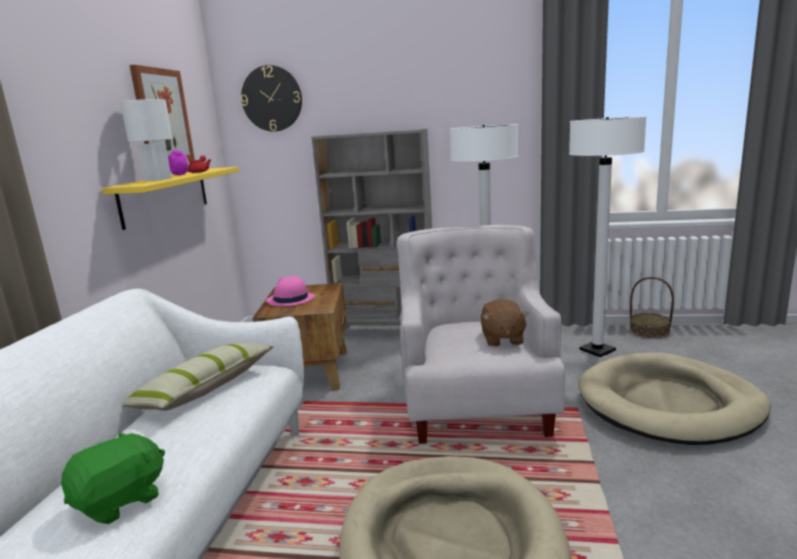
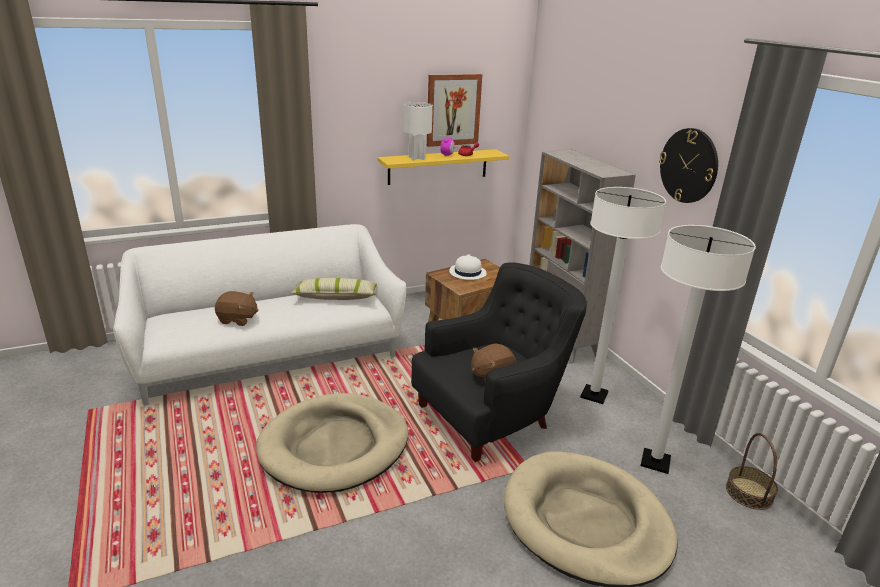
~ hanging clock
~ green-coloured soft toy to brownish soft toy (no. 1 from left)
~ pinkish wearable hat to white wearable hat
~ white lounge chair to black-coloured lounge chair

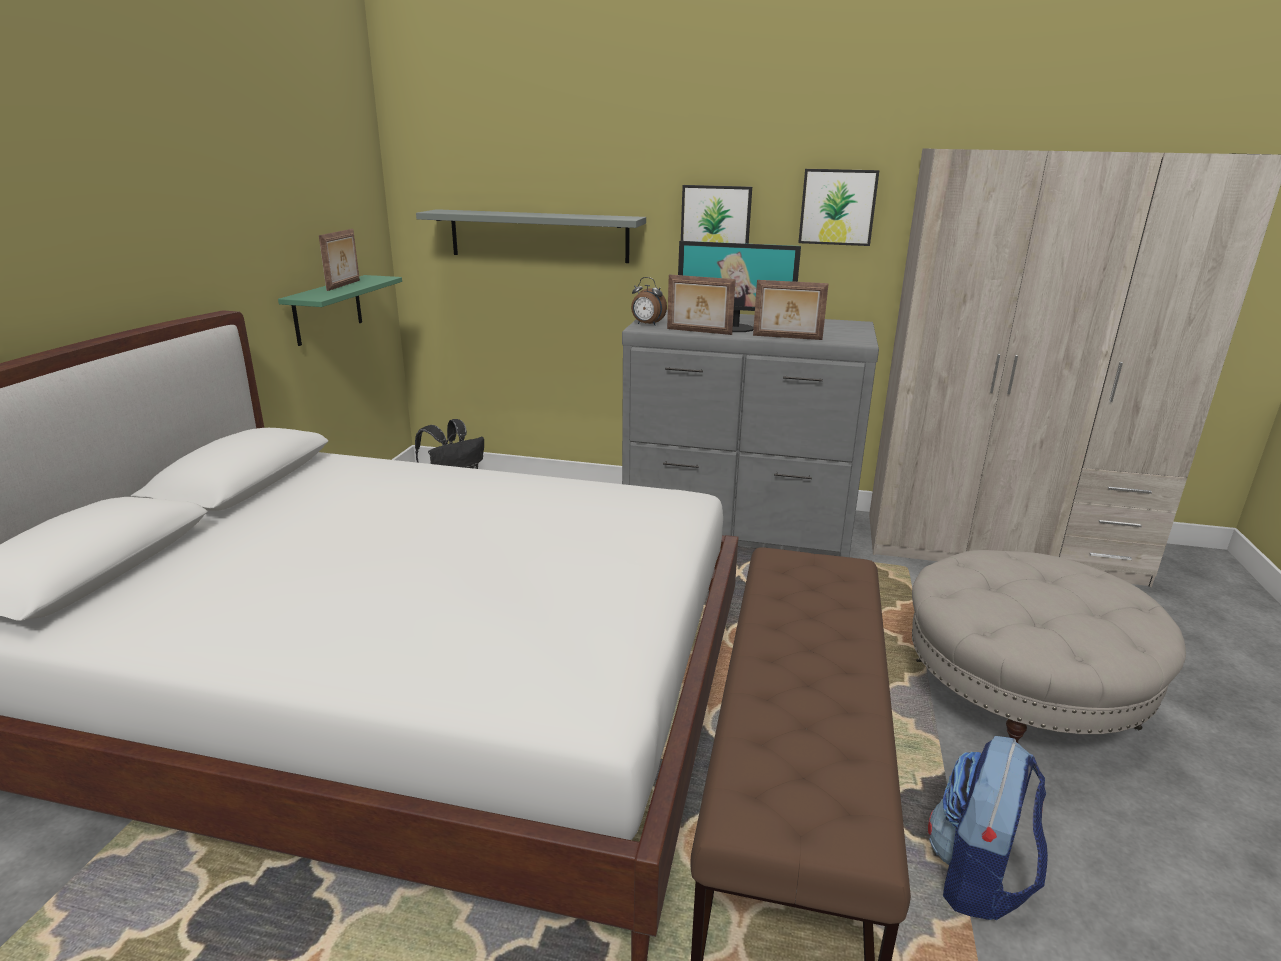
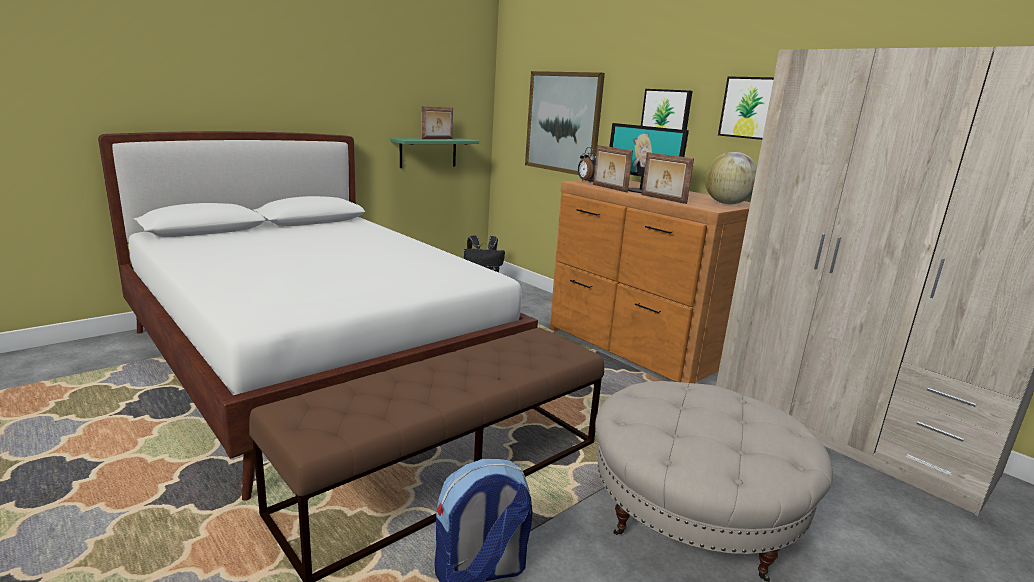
+ desk globe
~ grey bracket shelf to wall art (no. 1 from left)
~ grey drawer chest to brownish drawer chest

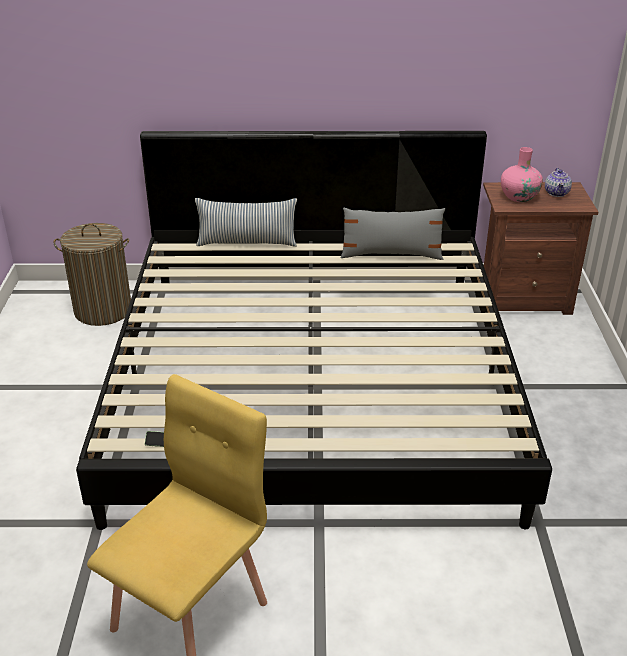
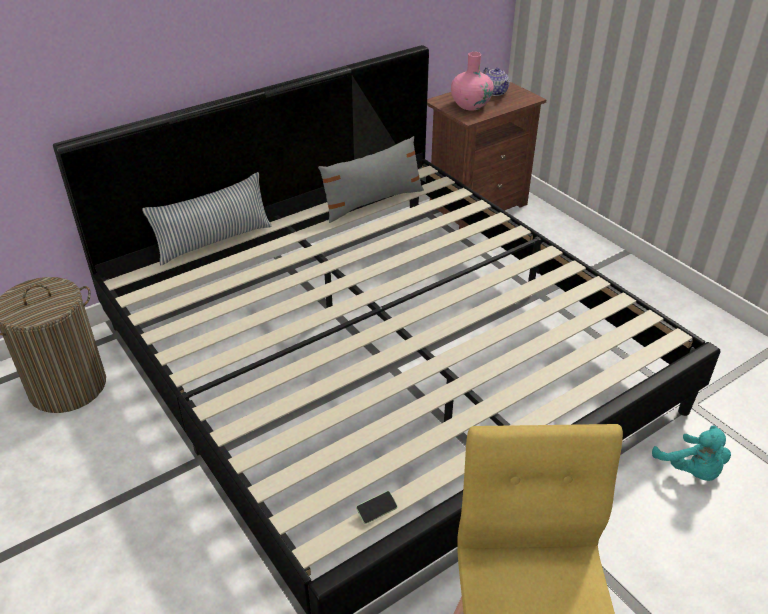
+ turquoise-coloured soft toy

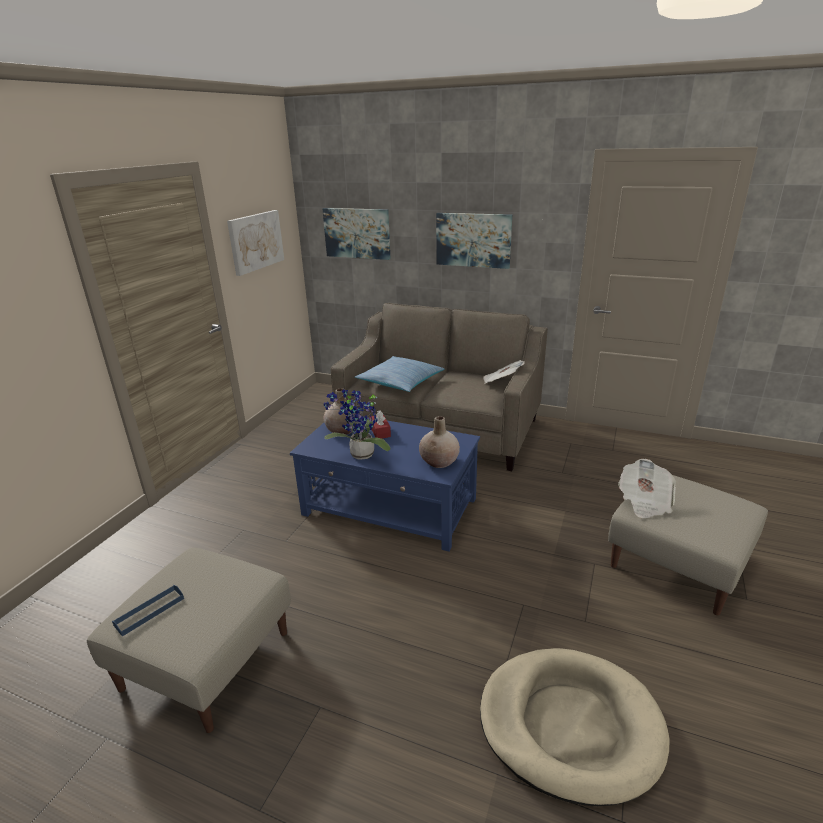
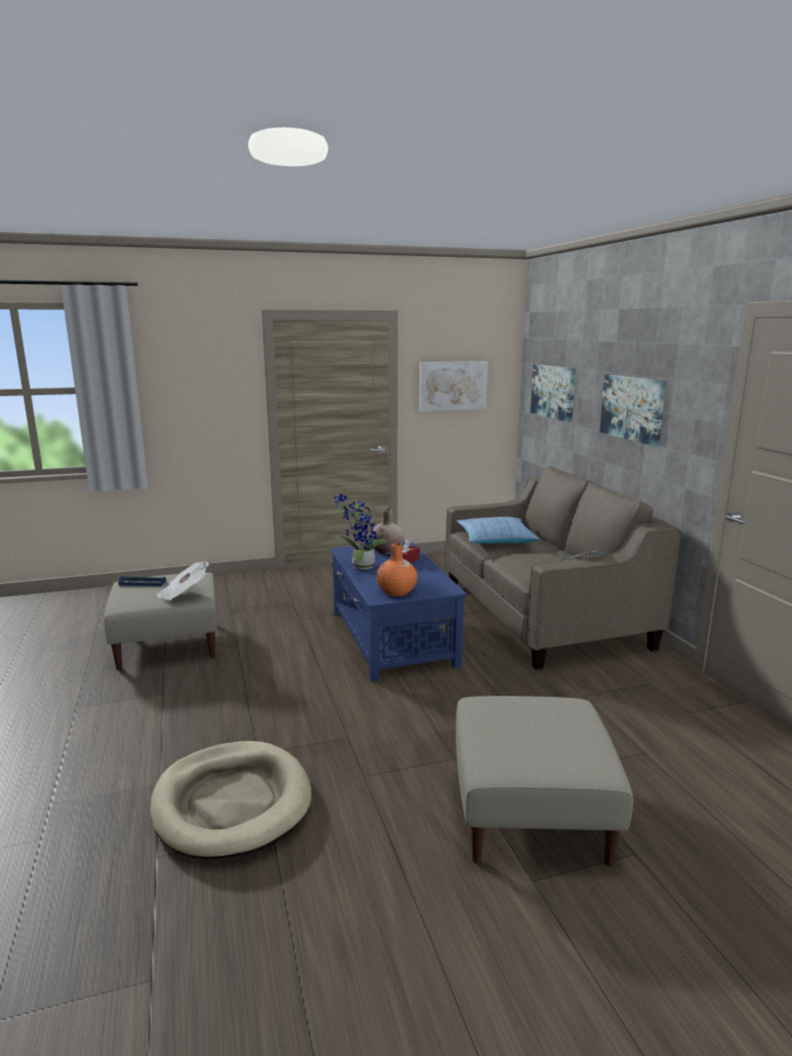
~ newspaper (no. 2 from left in the first image) to newspaper (no. 1 from left)
~ beige-coloured decorative vase (no. 2 from left) to orange decorative vase

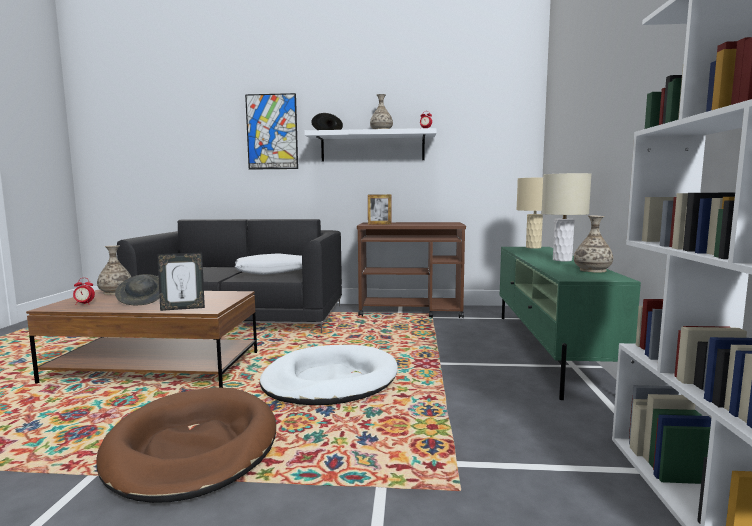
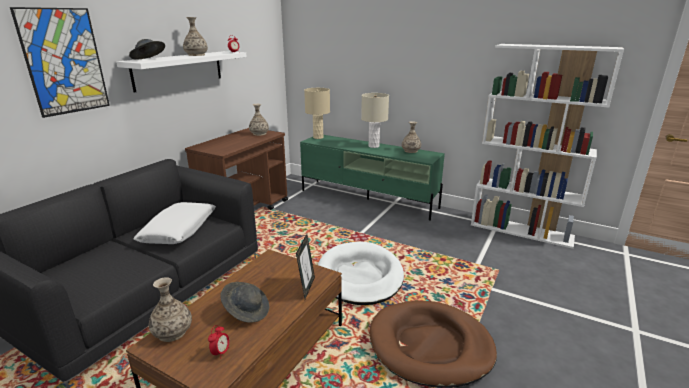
- standing frame (no. 2 from left)
+ decorative vase (no. 3 from left)

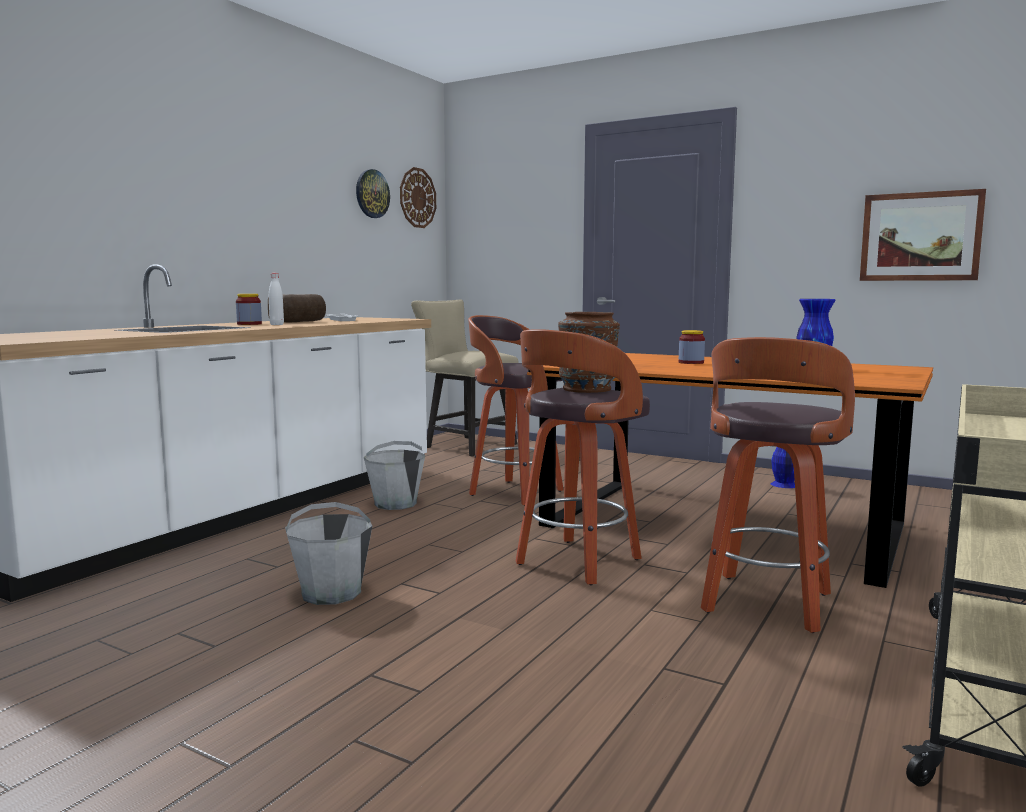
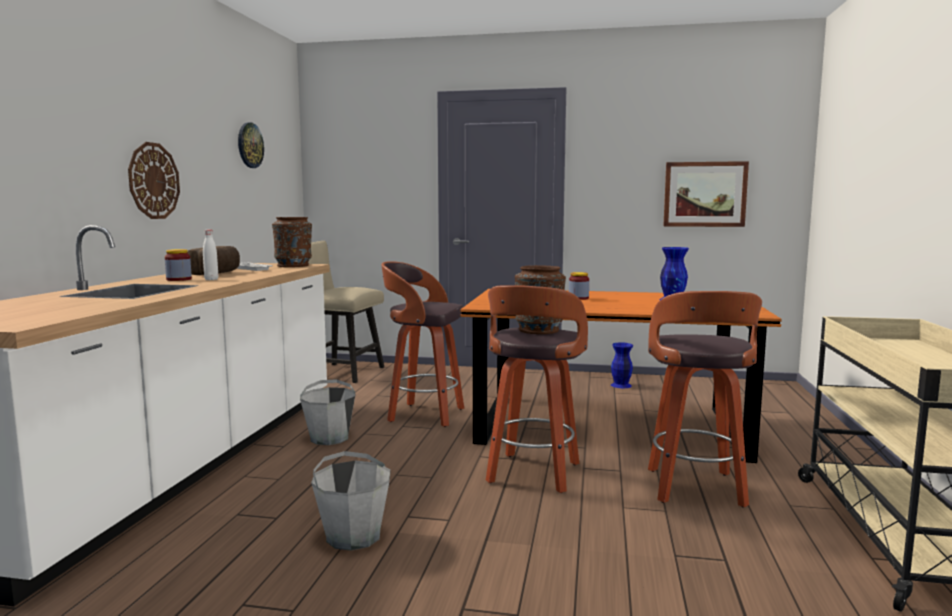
+ brownish decorative vase (no. 1 from left)
~ hanging clock (no. 2 from left in the first image) to hanging clock (no. 1 from left)

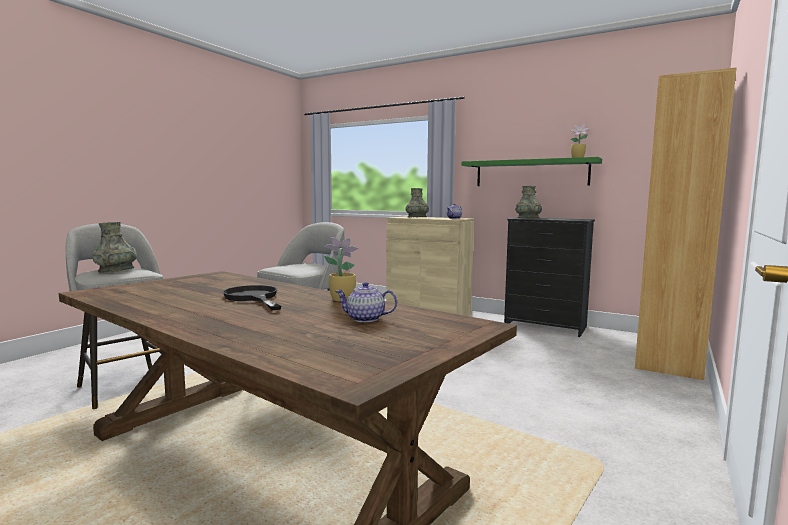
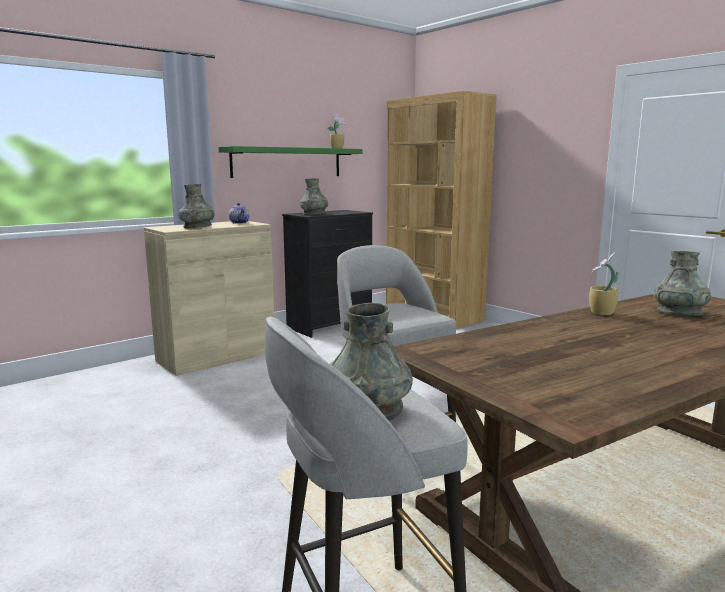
- black-coloured pan
~ teapot (no. 1 from left) to grey decorative vase (no. 4 from left)

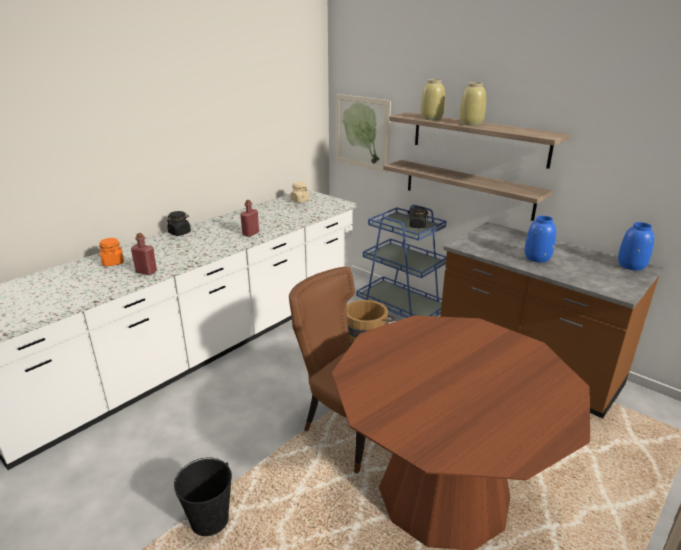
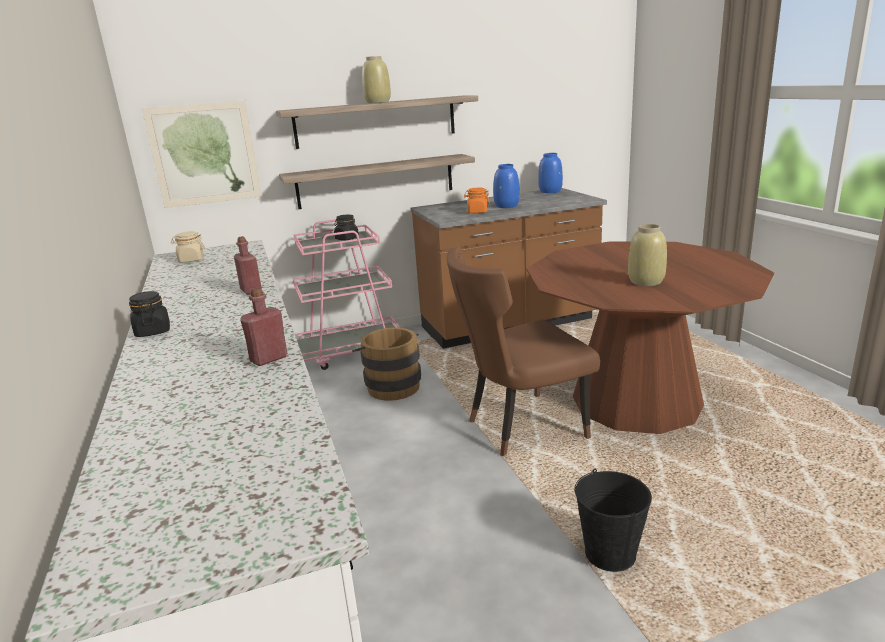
~ orange storage jar
~ beige-coloured decorative vase (no. 1 from left in the first image) to beige-coloured decorative vase (no. 2 from left)
~ blue cart to pinkish cart

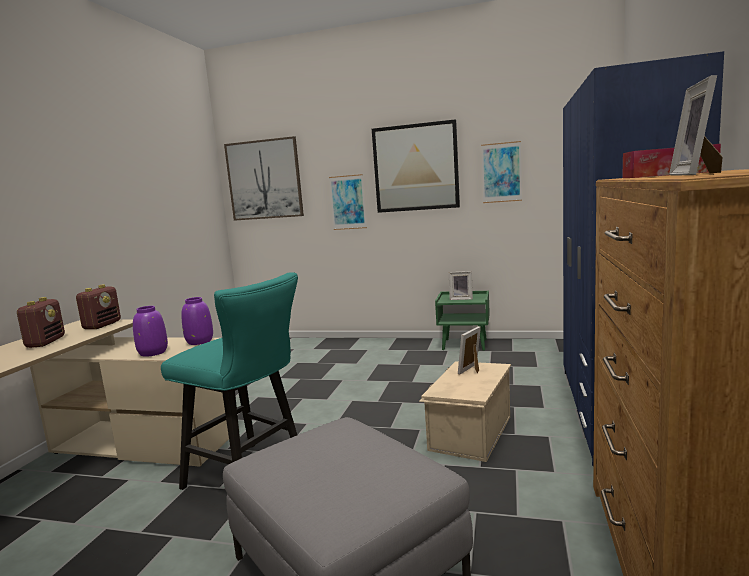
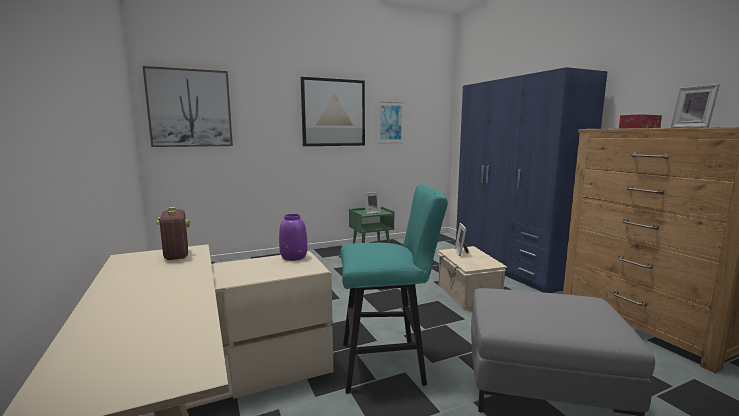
- radio set (no. 1 from left)
- purplish decorative vase (no. 1 from left)
- wall art (no. 2 from left)

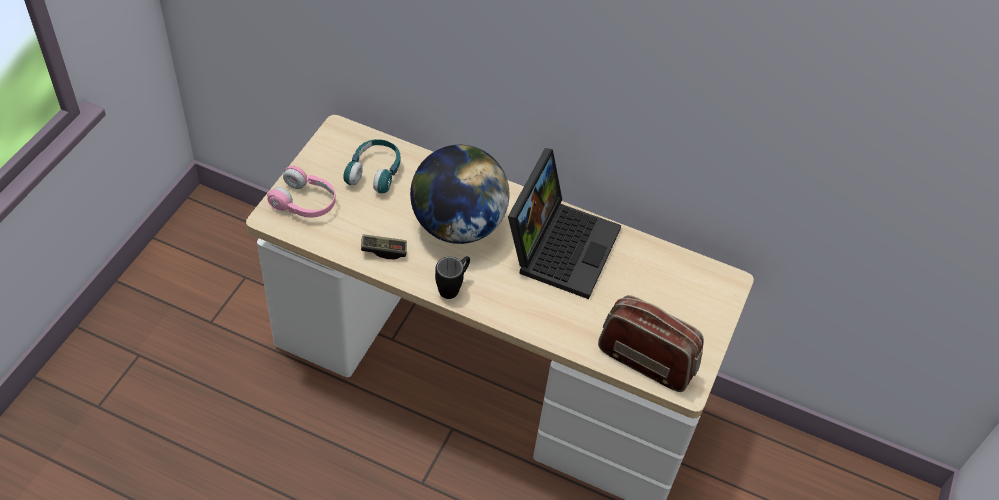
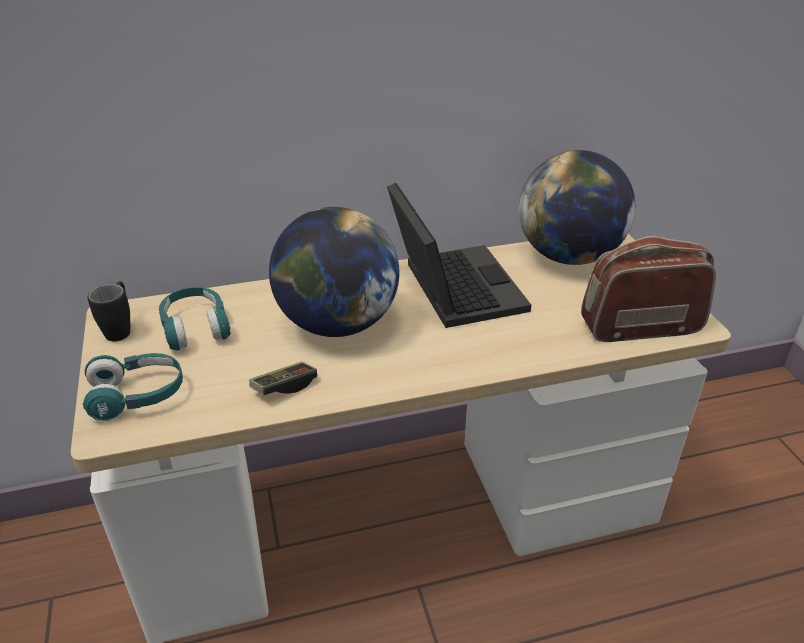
+ desk globe (no. 2 from left)
~ black-coloured coffee mug
~ pinkish headset to turquoise-coloured headset (no. 1 from left)

